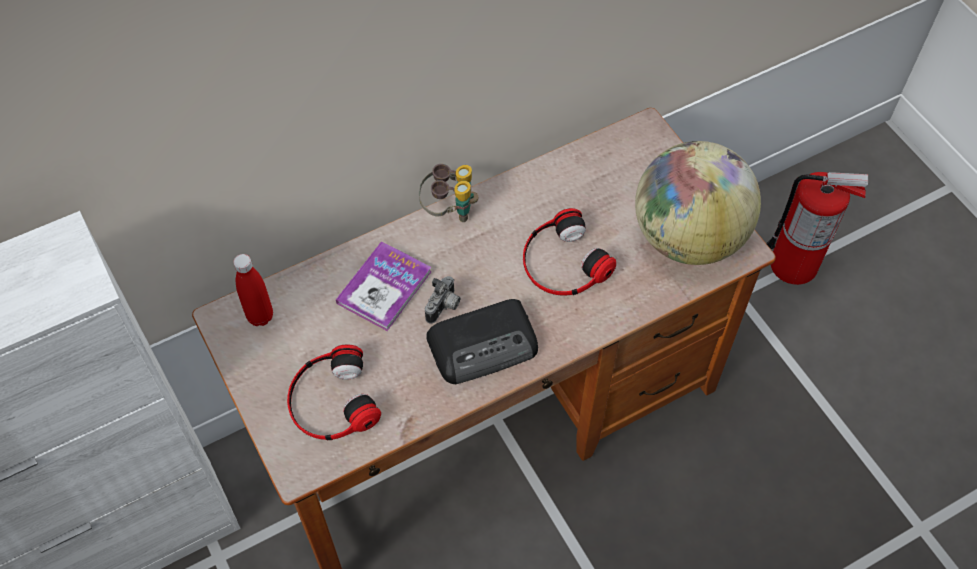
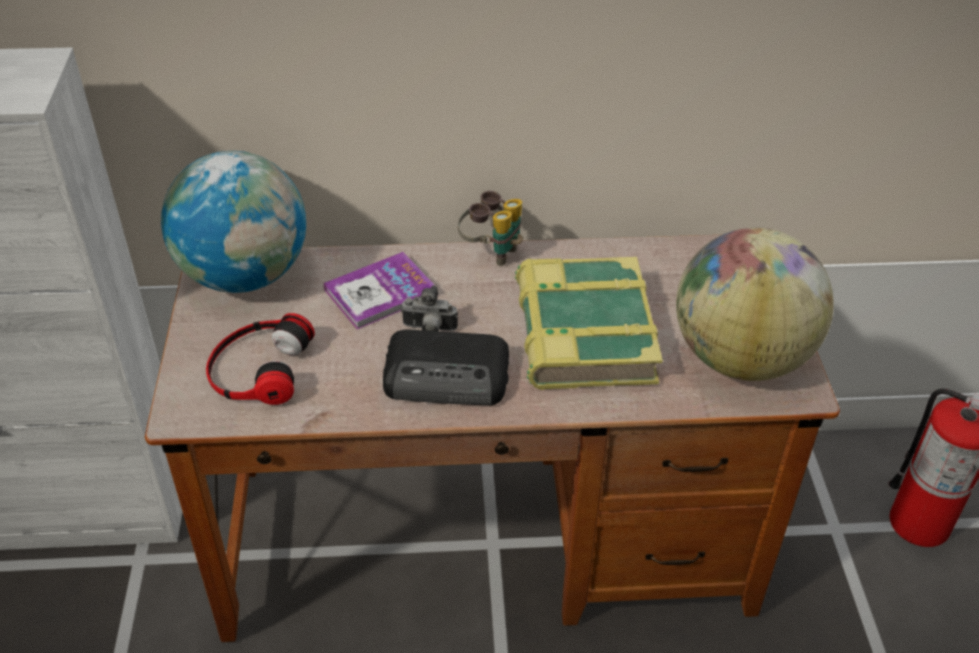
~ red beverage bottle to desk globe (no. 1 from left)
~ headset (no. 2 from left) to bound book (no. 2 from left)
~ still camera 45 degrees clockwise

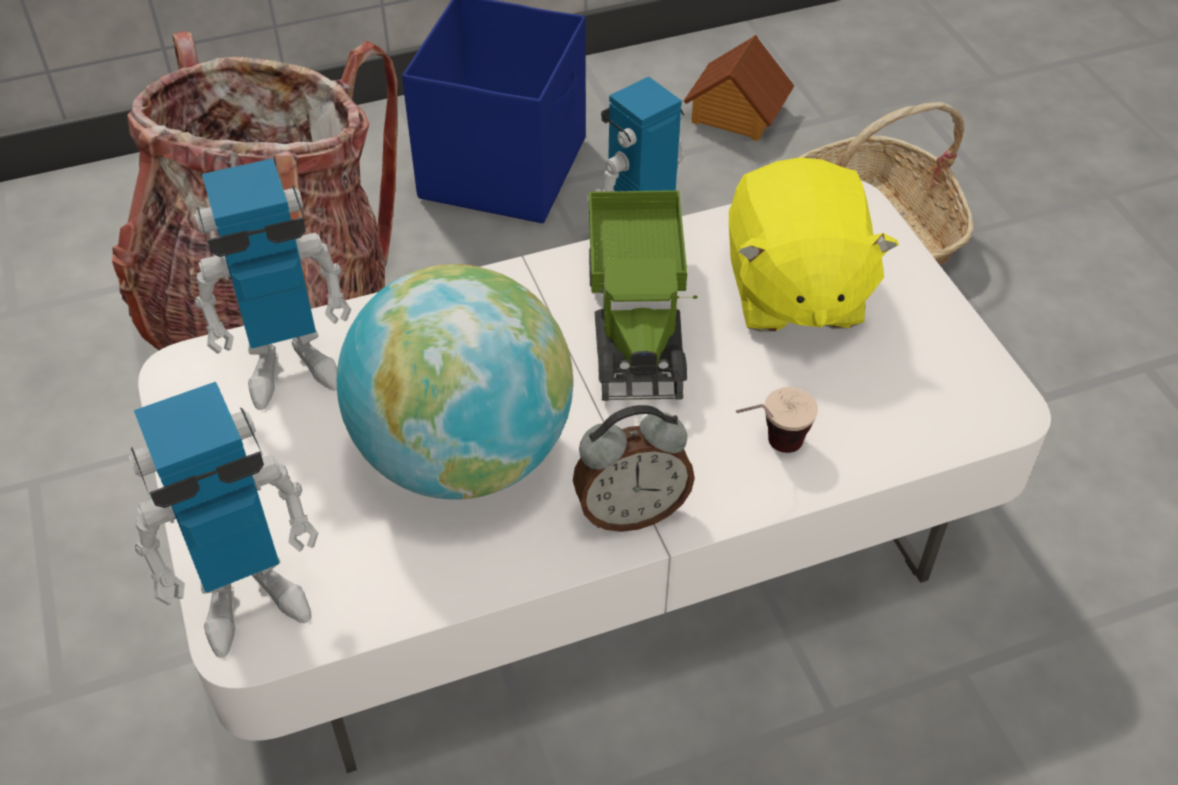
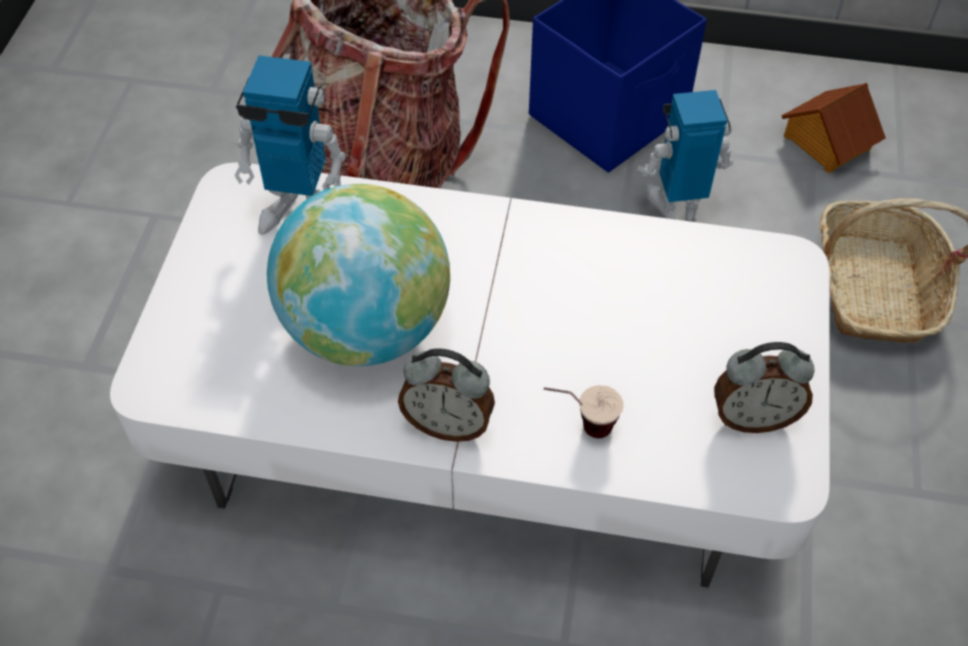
- toy robot (no. 1 from left)
- toy truck
- yellow-coloured soft toy
+ alarm clock (no. 2 from left)

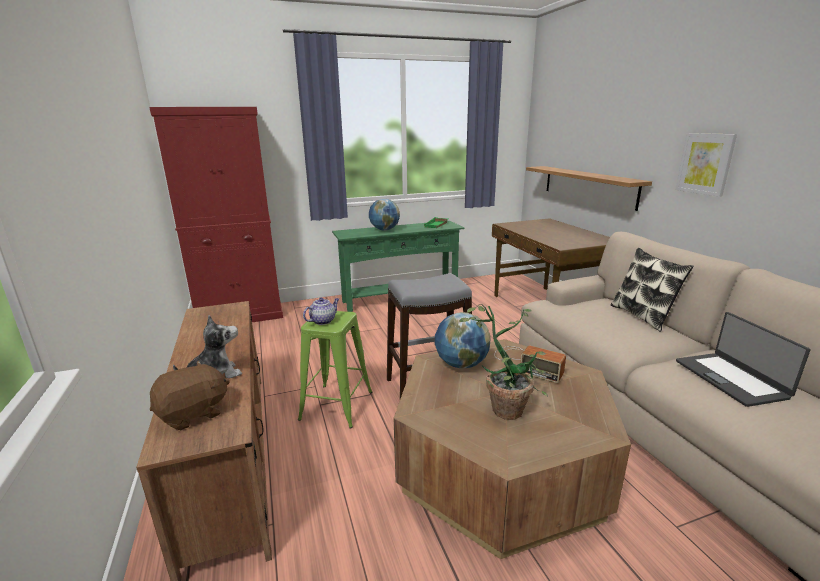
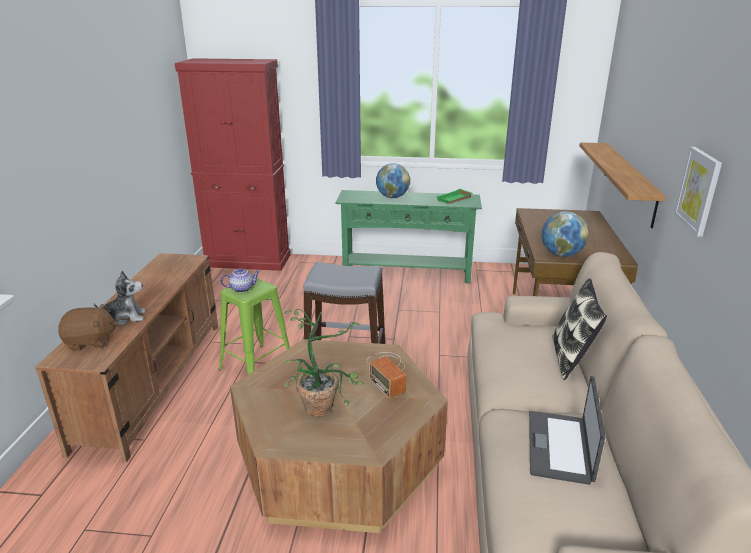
~ desk globe (no. 2 from left)

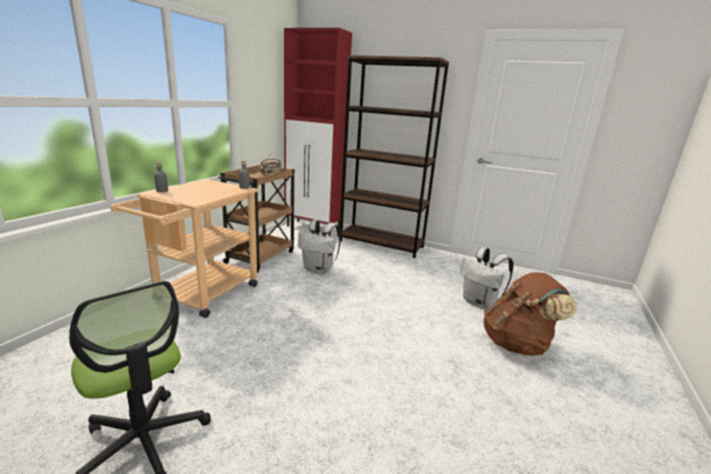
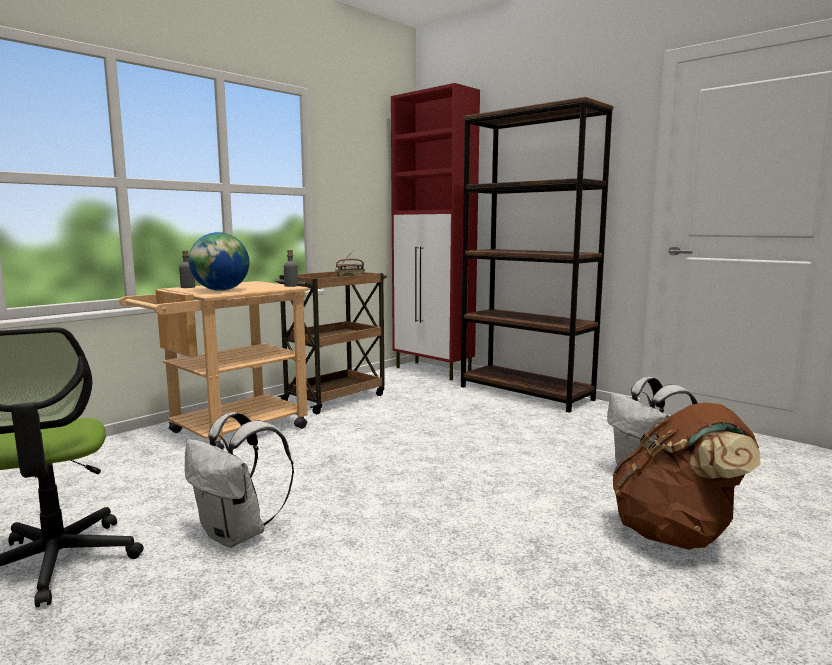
+ desk globe
~ white backpack (no. 1 from left)

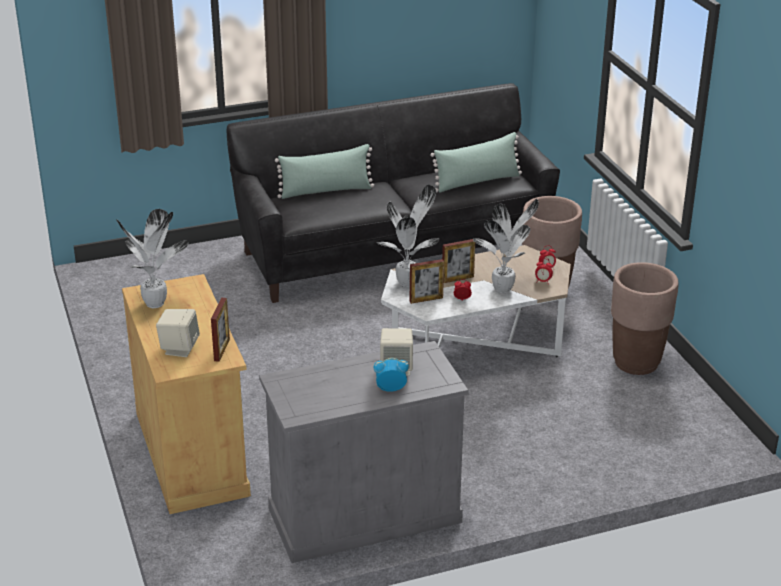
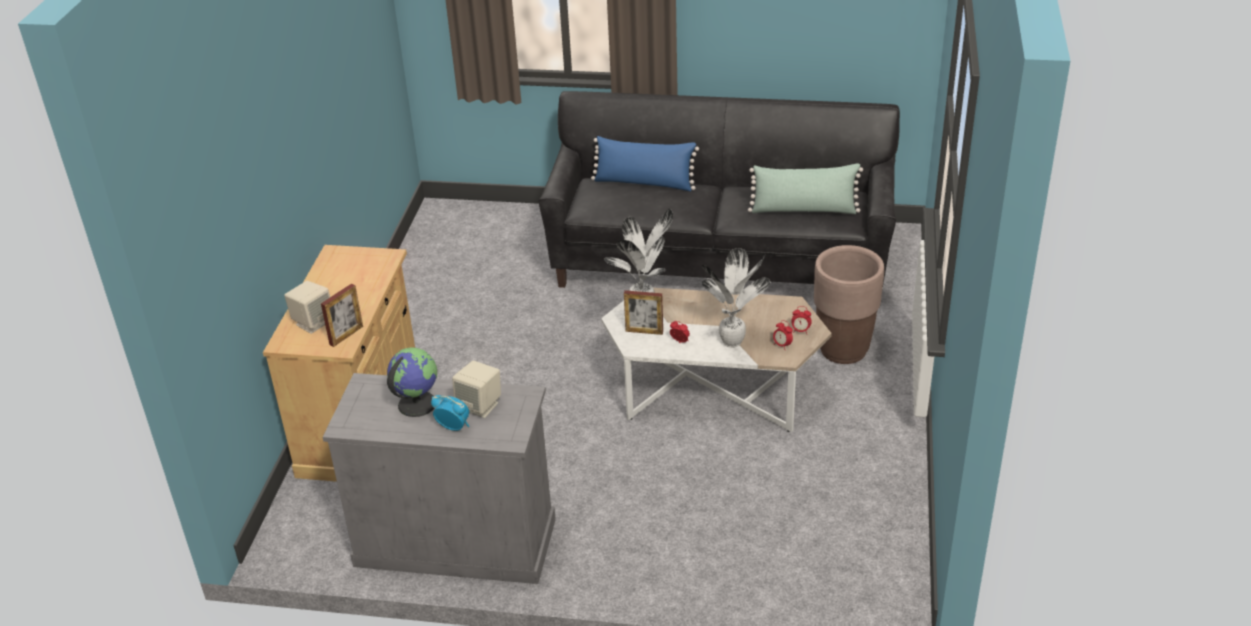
- plant in a pot (no. 1 from left)
- standing frame (no. 3 from left)
- brownish plant pot (no. 2 from left)
+ desk globe
~ green-coloured cushion (no. 1 from left) to blue cushion

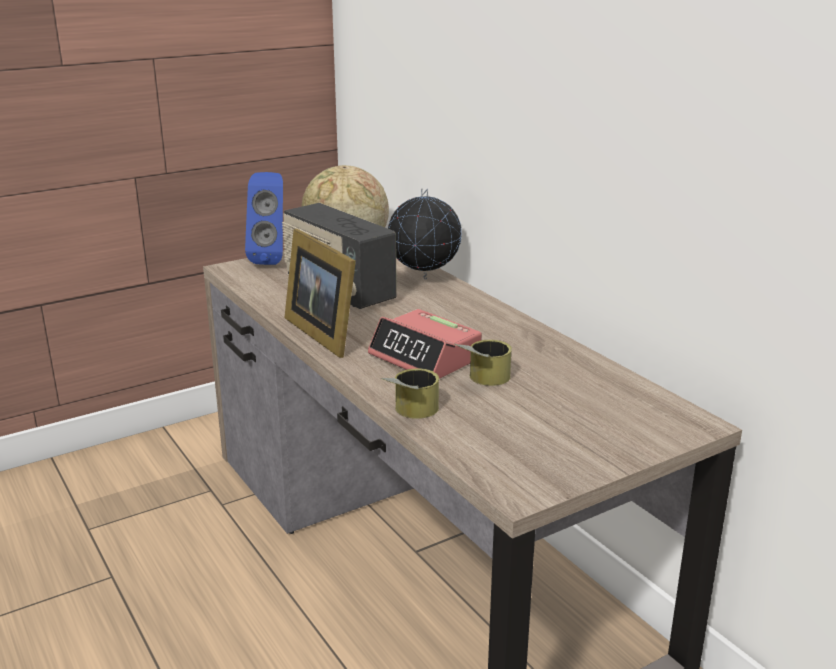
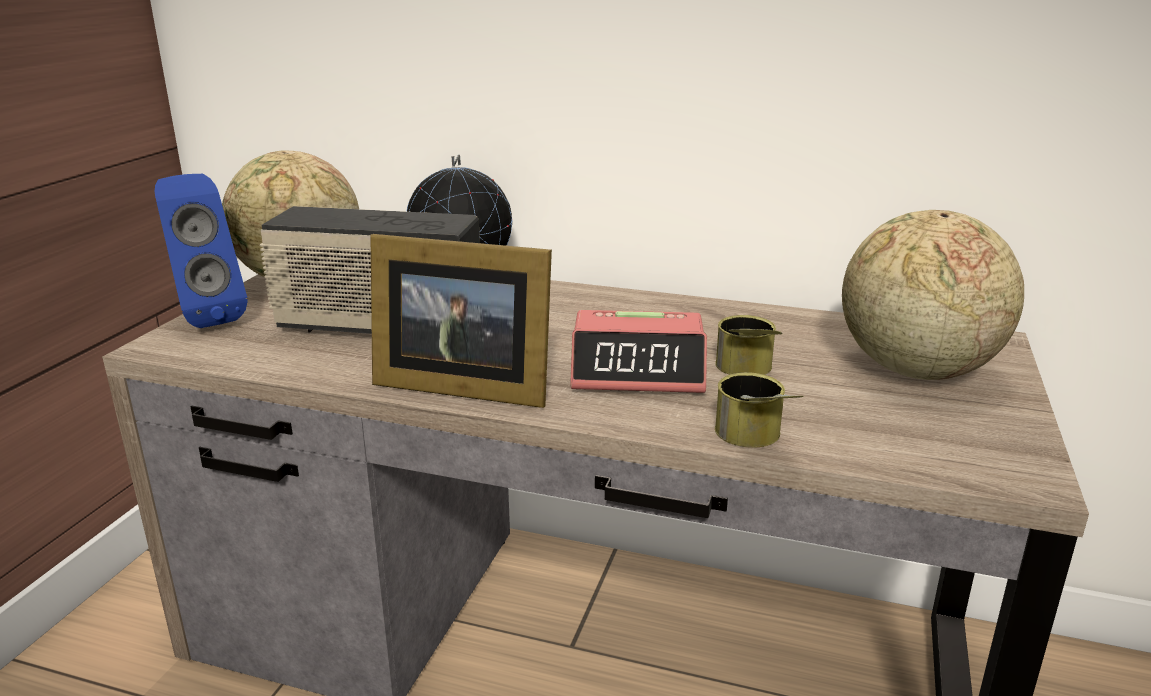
+ desk globe (no. 3 from left)

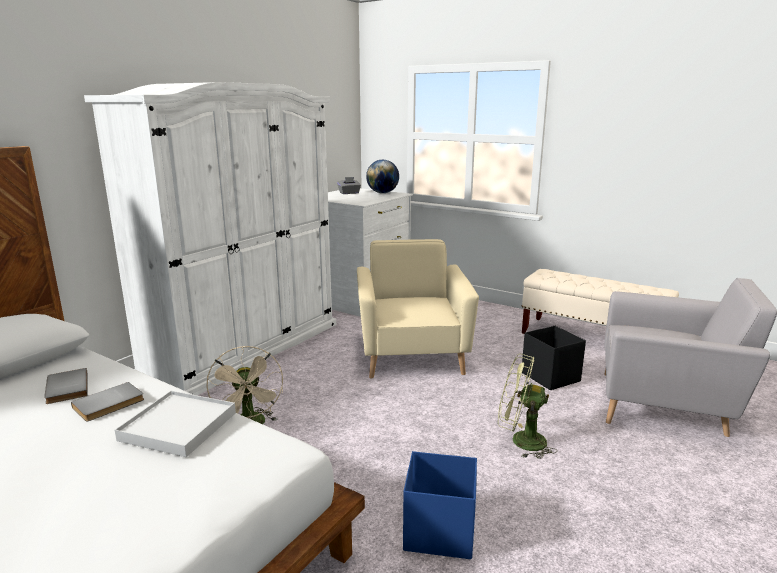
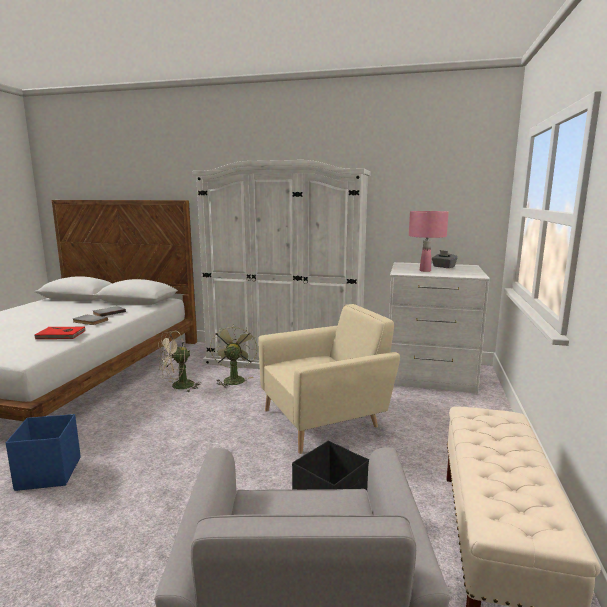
- desk globe
+ pinkish lamp for a table
~ green-coloured electric fan
~ white serving tray to red bound book

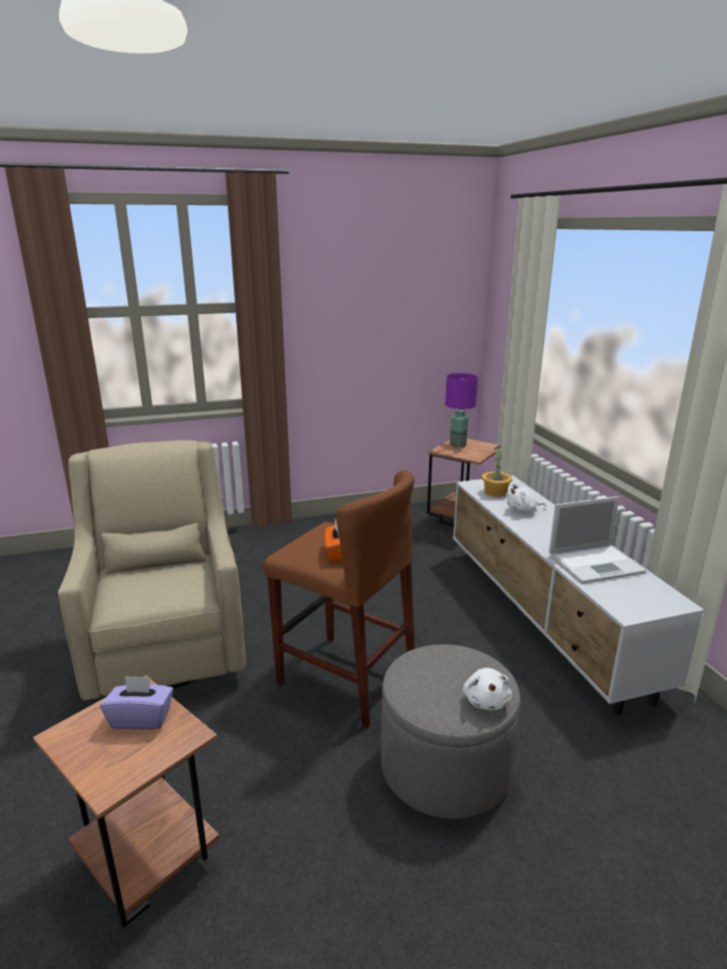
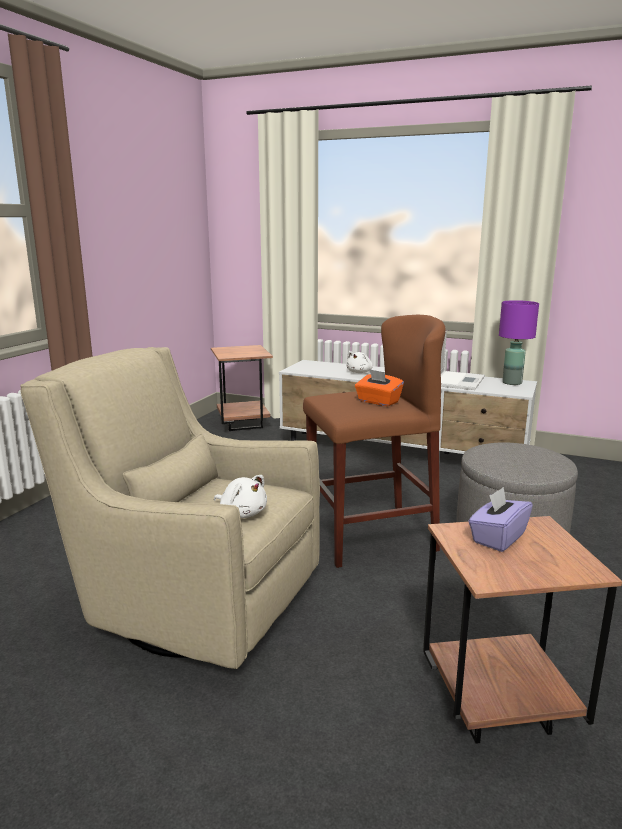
- plant in a pot
~ purplish lamp for a table
~ white soft toy (no. 1 from left)

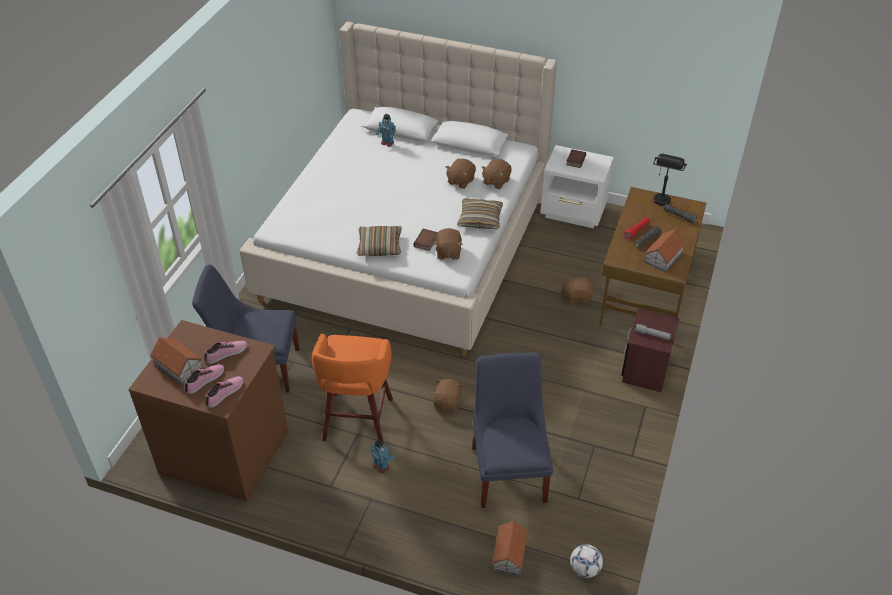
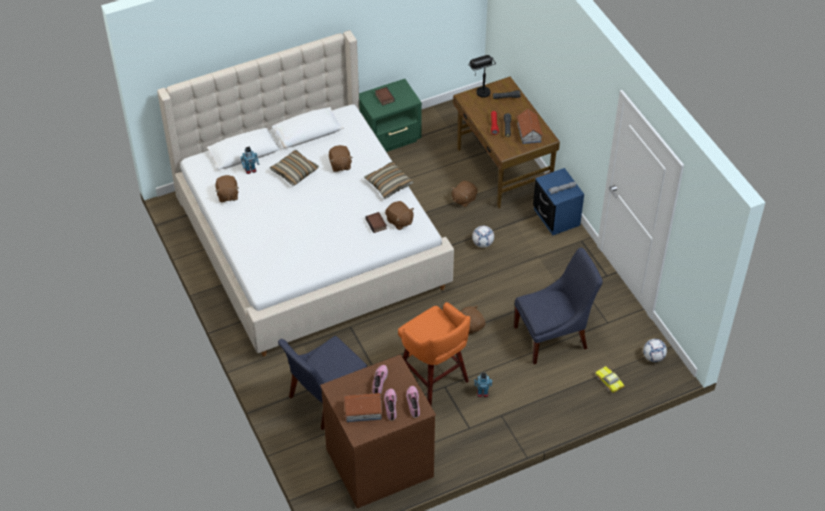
+ football (no. 1 from left)
~ cushion (no. 1 from left)
~ brownish soft toy (no. 4 from left in the first image) to brownish soft toy (no. 1 from left)
~ model house (no. 2 from left) to model car
~ white night table to green-coloured night table
~ brownish night table to blue night table
~ blue upright chair (no. 2 from left) 120 degrees clockwise

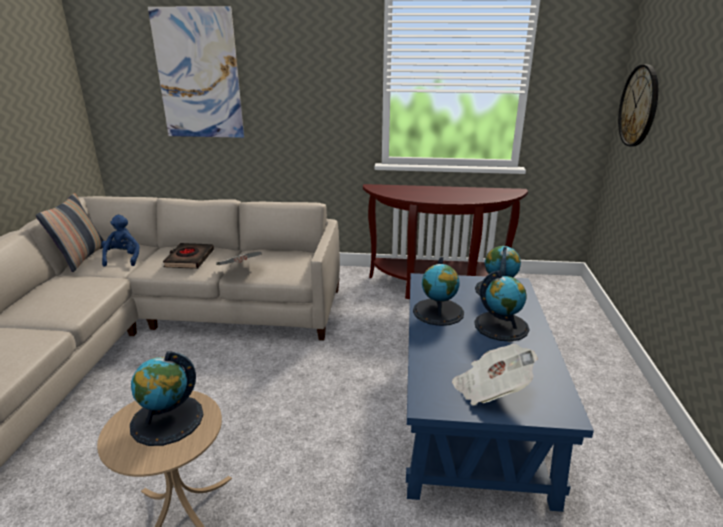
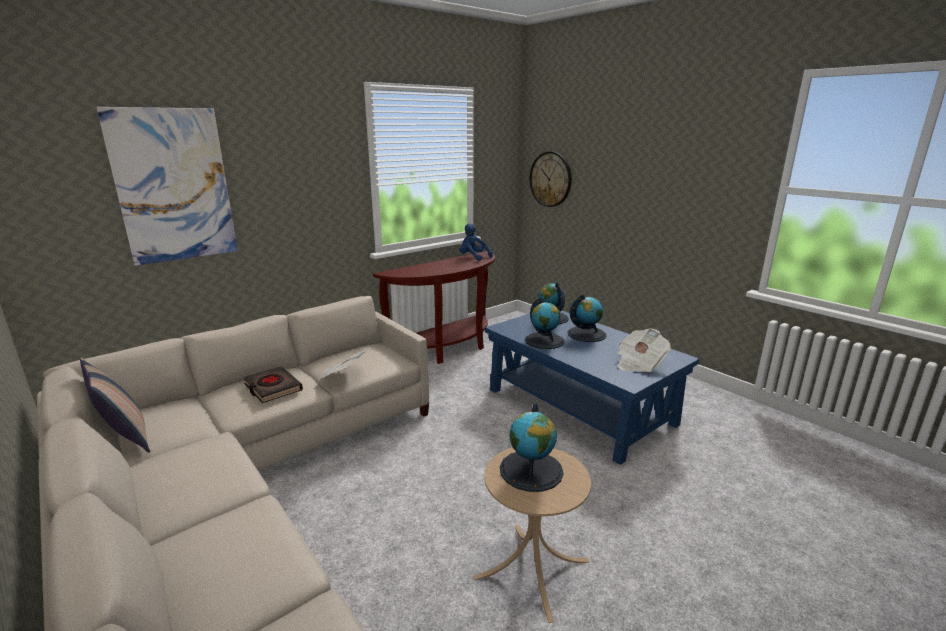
~ blue soft toy

